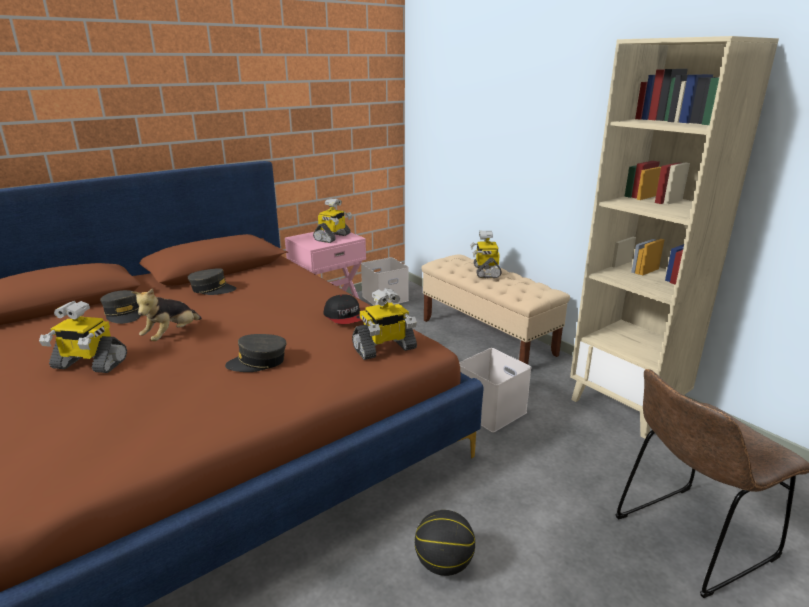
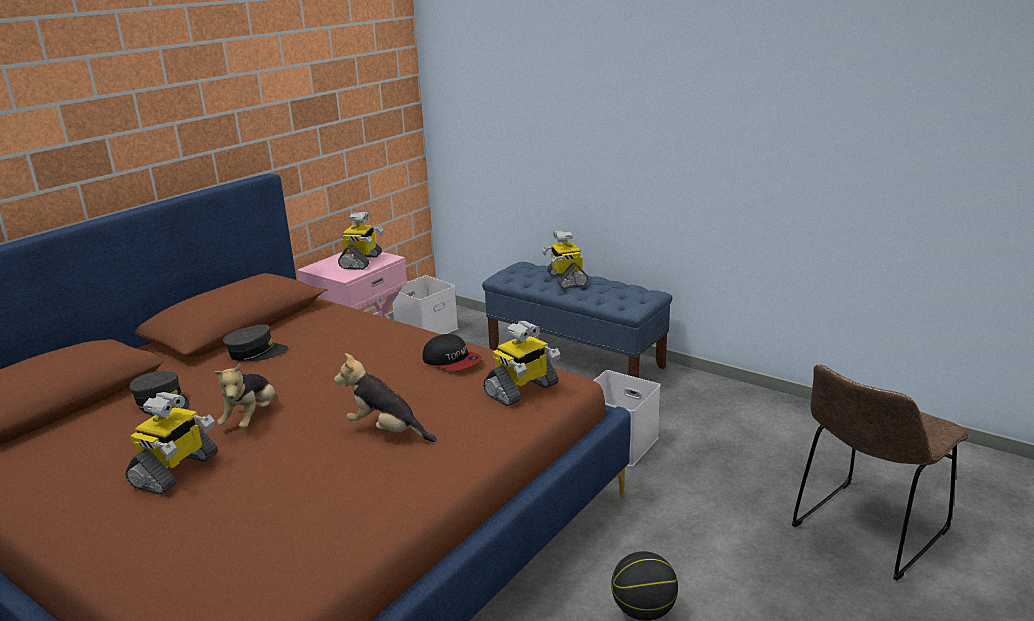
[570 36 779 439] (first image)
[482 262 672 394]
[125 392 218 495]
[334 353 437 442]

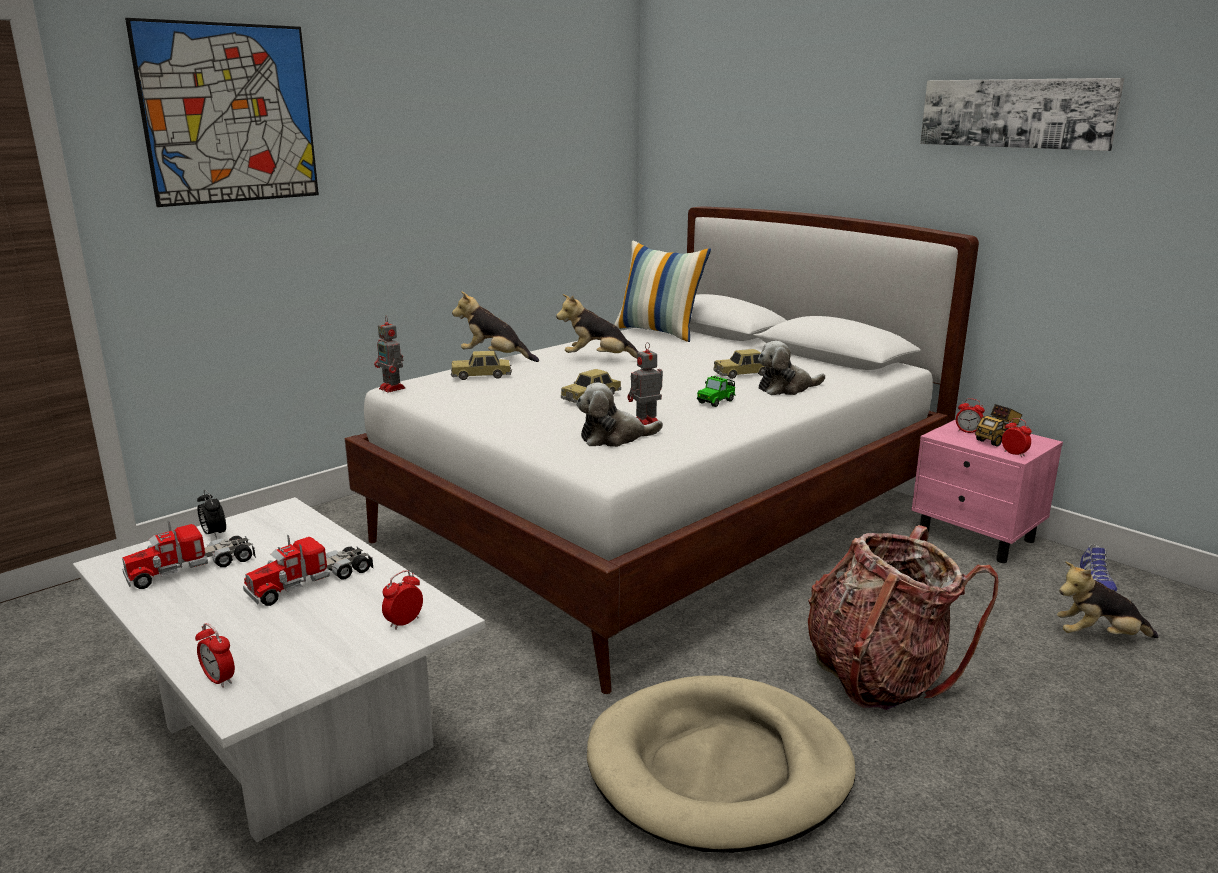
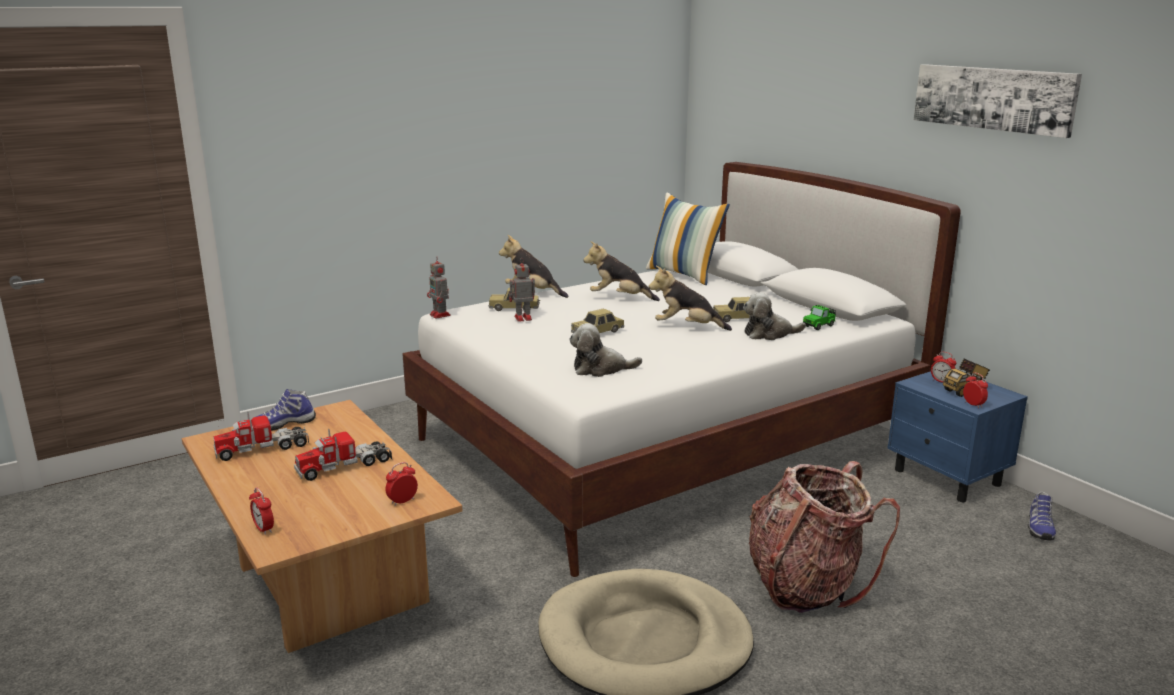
[125 18 319 207] (first image)
[509 258 535 322]
[803 305 836 330]
[887 371 1028 502]
[251 389 316 430]
[182 400 462 653]
[649 266 732 331]

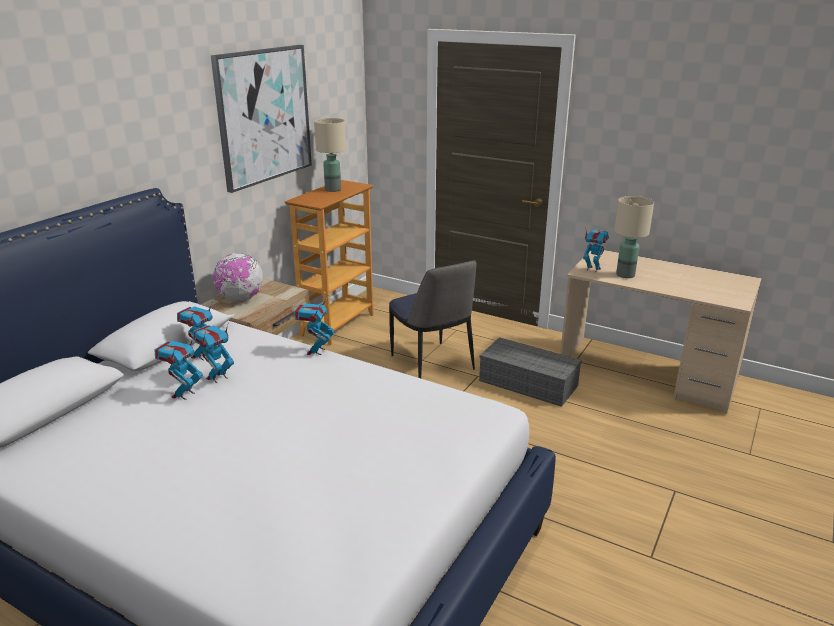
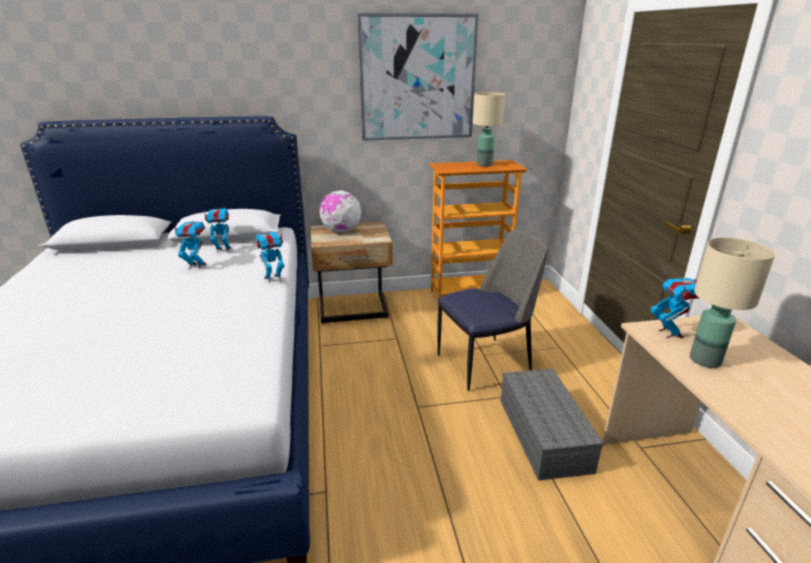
[437 229 548 391]
[154 336 203 400] (first image)

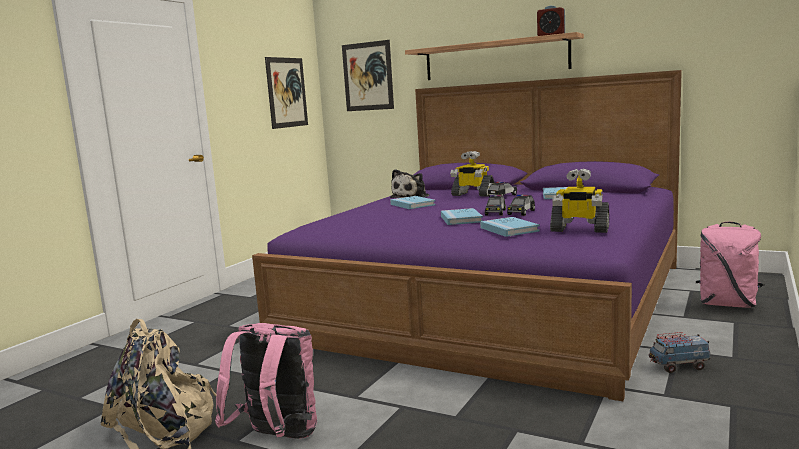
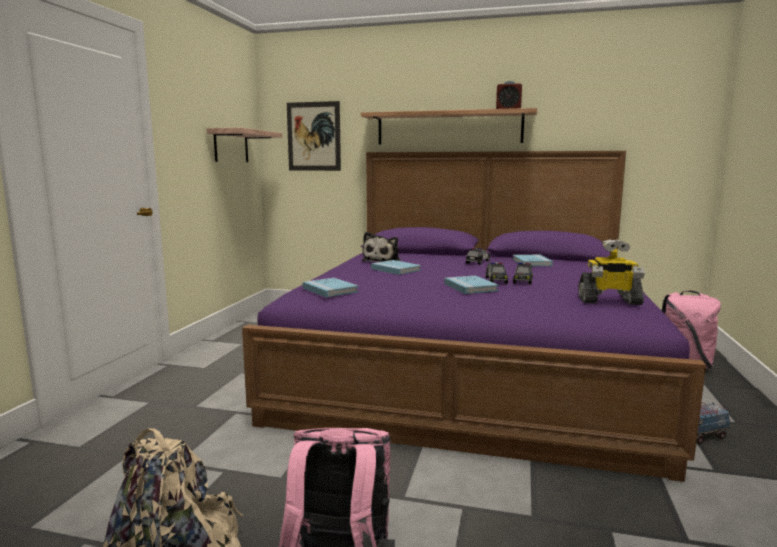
[207 128 282 162]
[450 151 495 197] (first image)
[303 278 359 298]

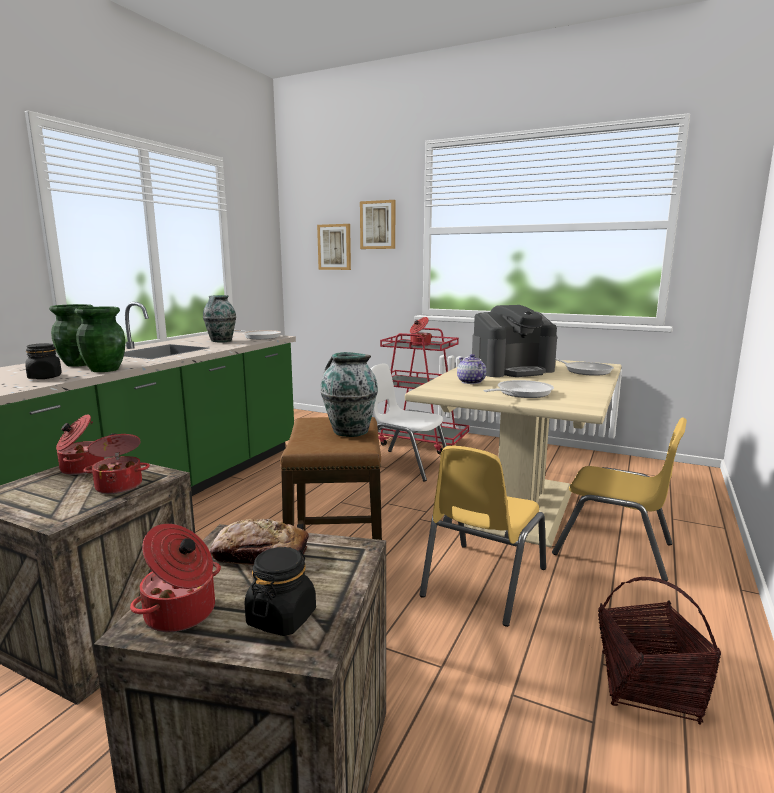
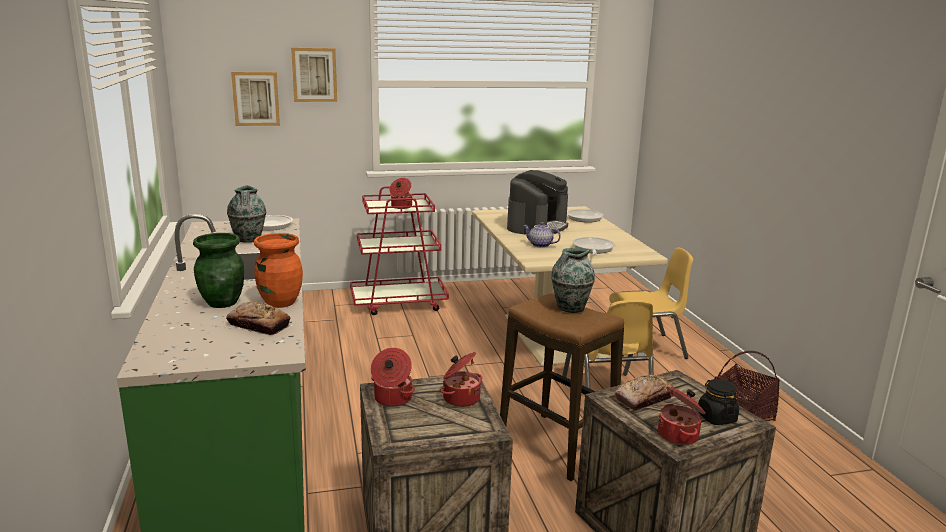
[254 233 303 308]
[226 302 290 335]
[371 363 447 482] (first image)

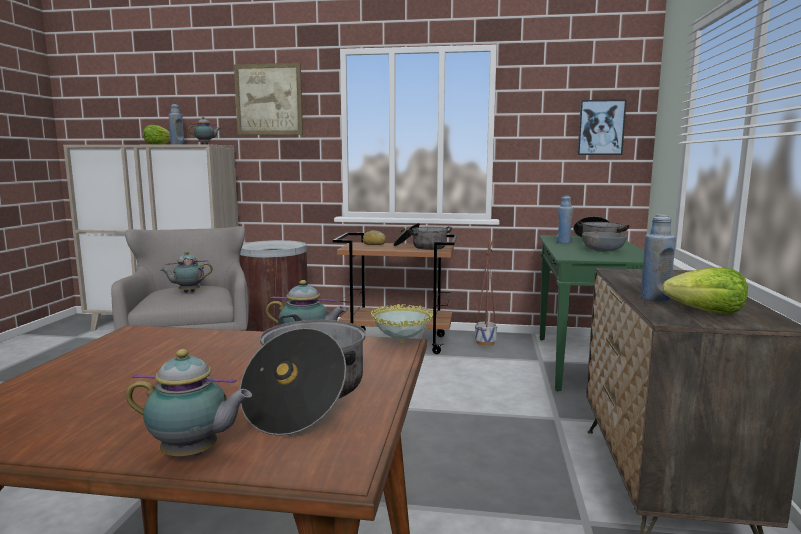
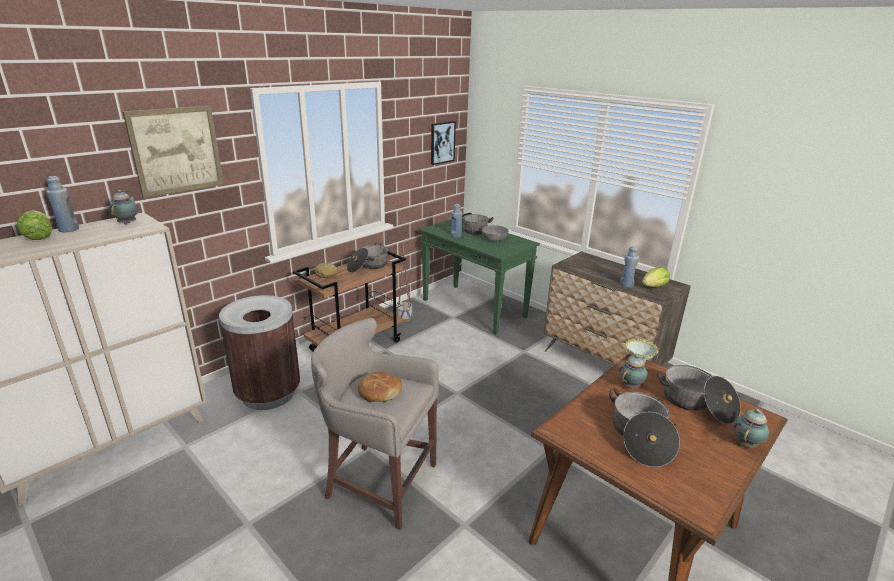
[358 372 402 402]
[609 388 680 467]

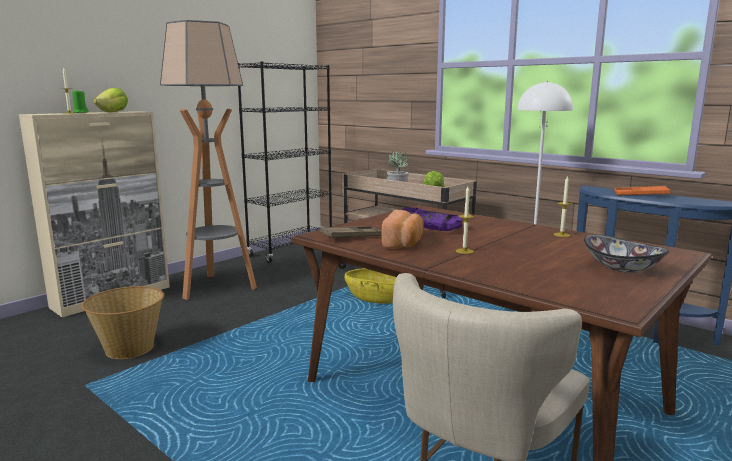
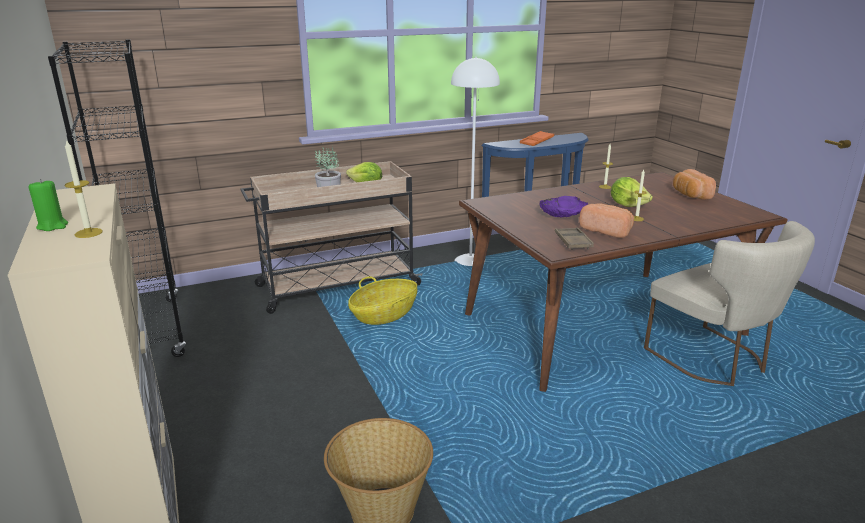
[160 20 257 300] (first image)
[611 177 653 207]
[673 169 716 200]

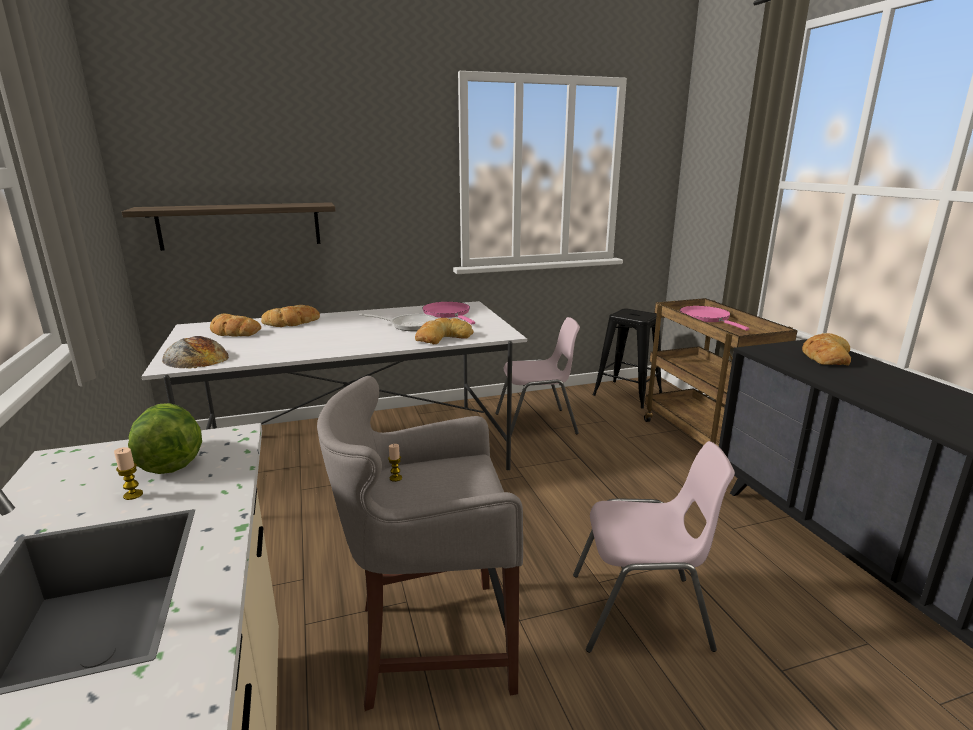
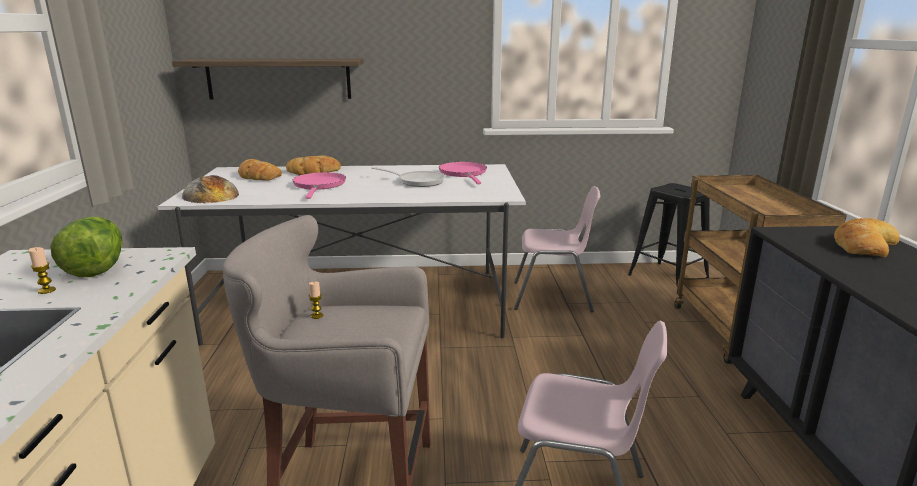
[293 172 346 199]
[415 318 474 344] (first image)

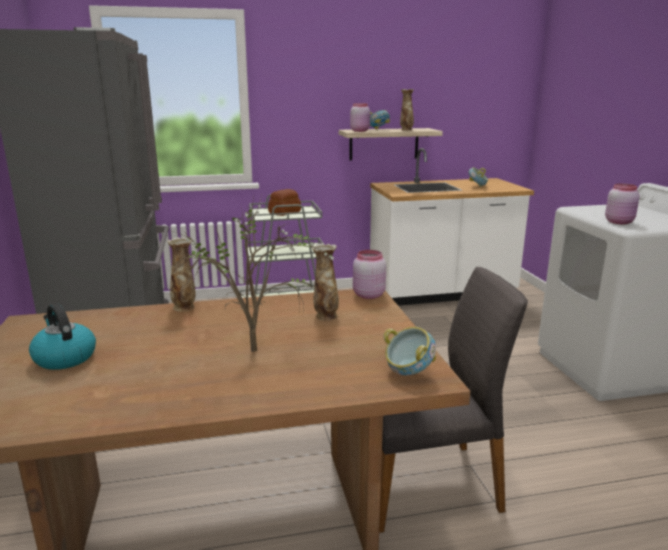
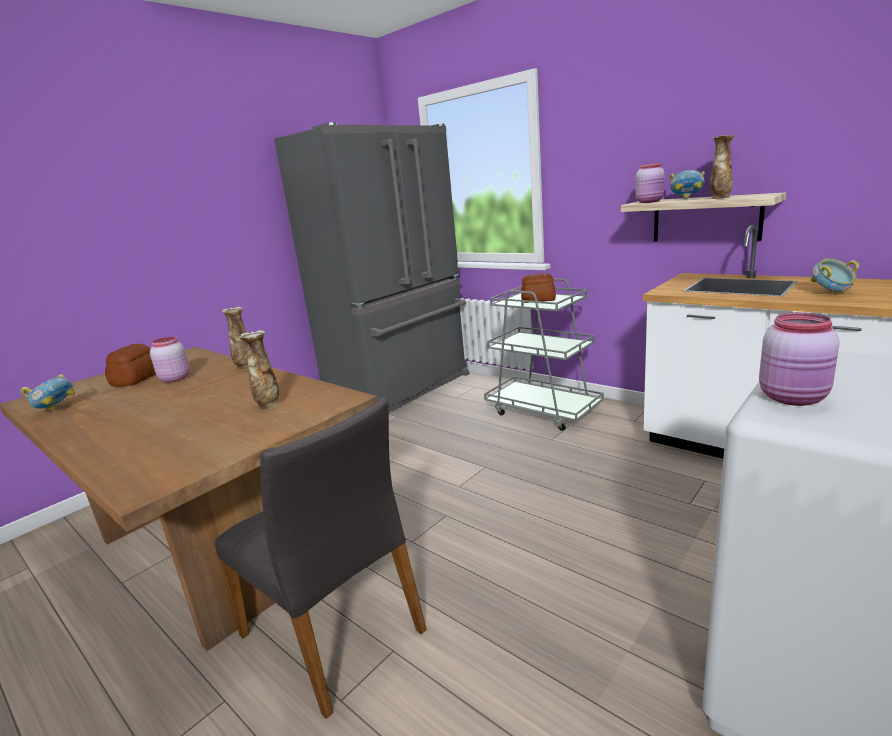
[173 195 336 352] (first image)
[150 337 190 382]
[105 344 156 387]
[20 374 75 410]

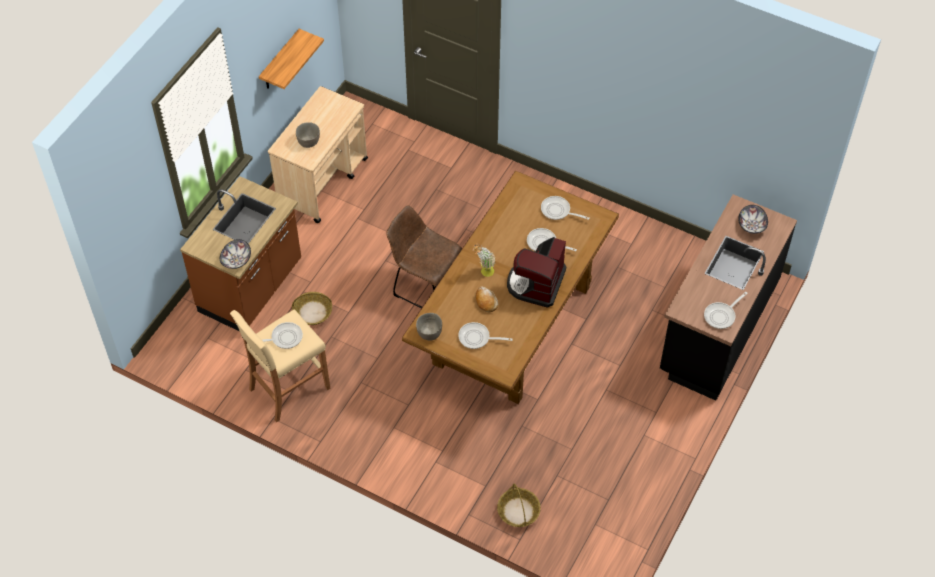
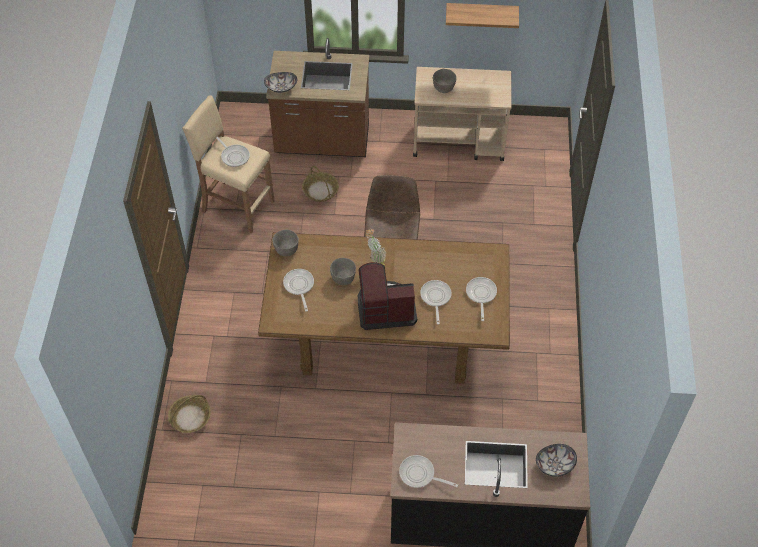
[330 258 356 285]

